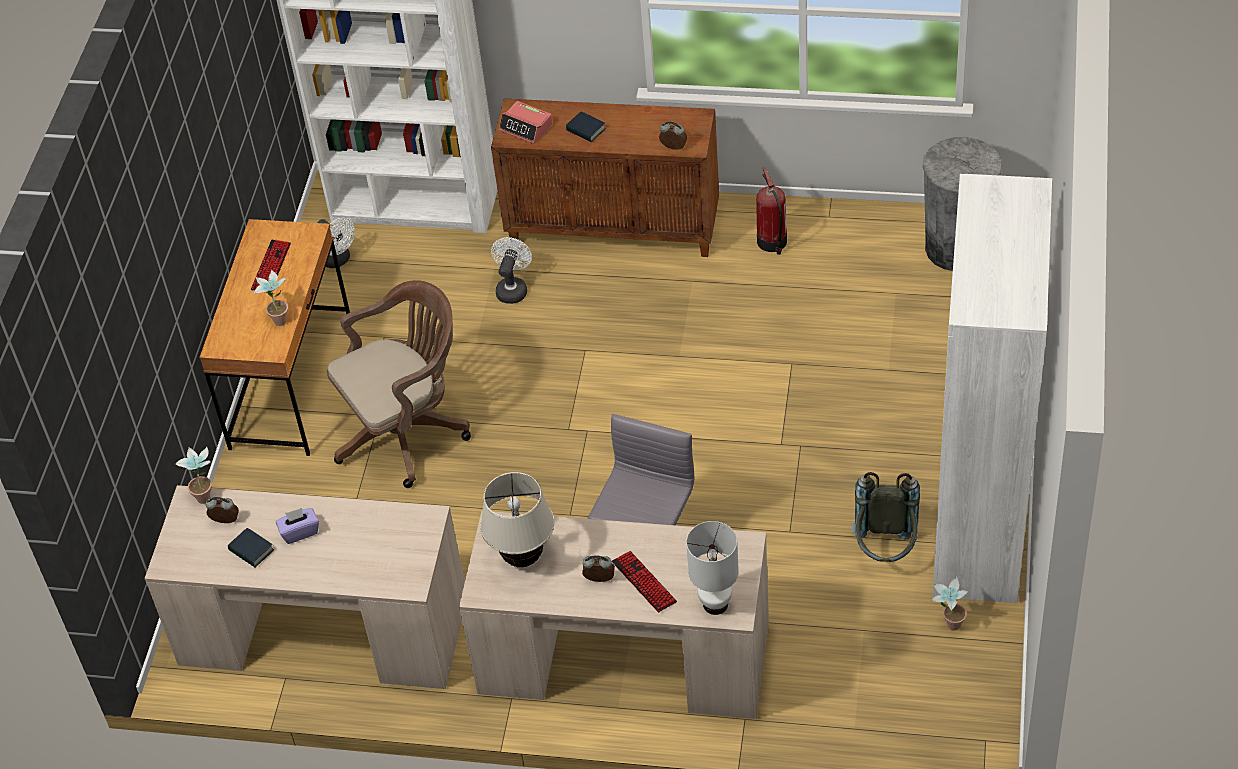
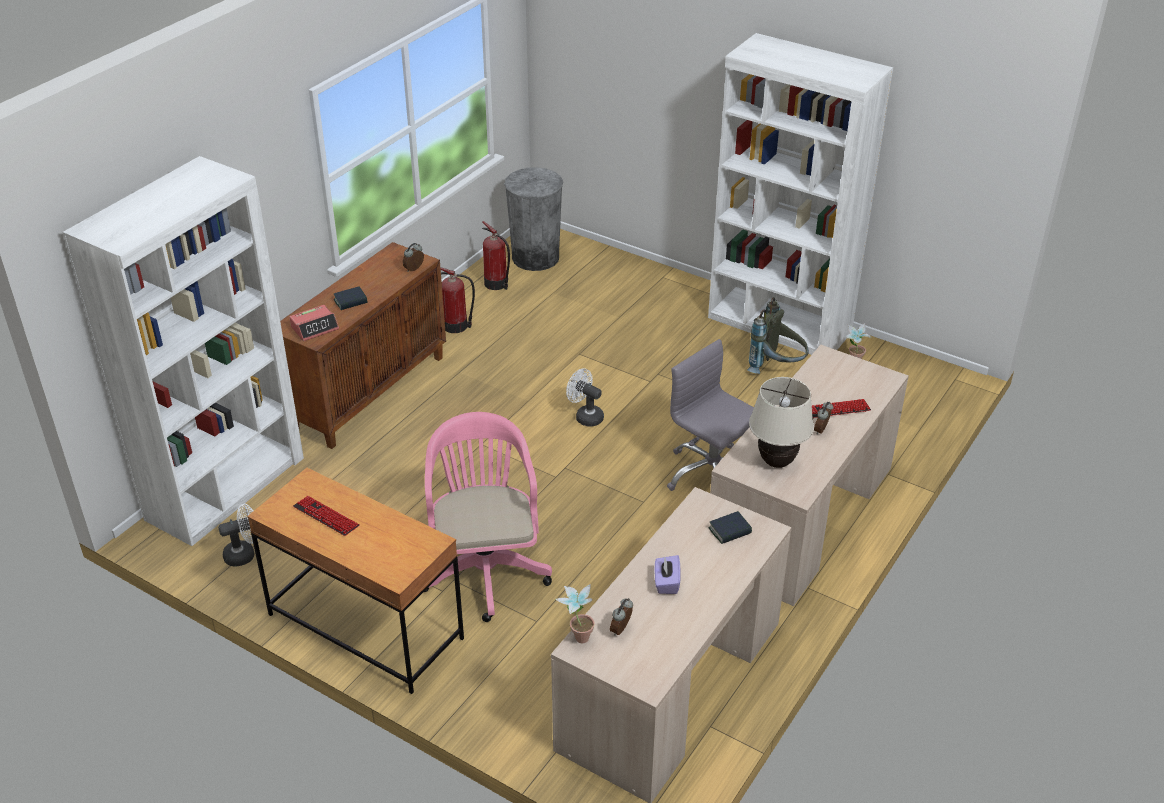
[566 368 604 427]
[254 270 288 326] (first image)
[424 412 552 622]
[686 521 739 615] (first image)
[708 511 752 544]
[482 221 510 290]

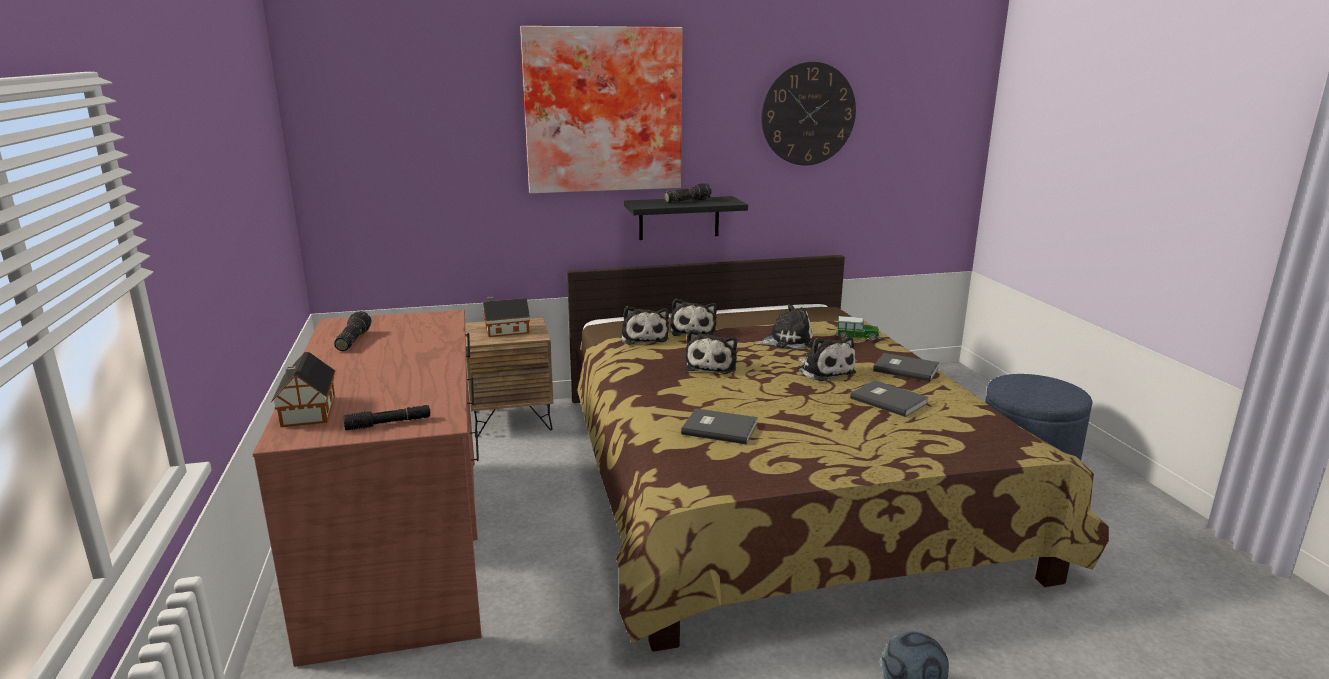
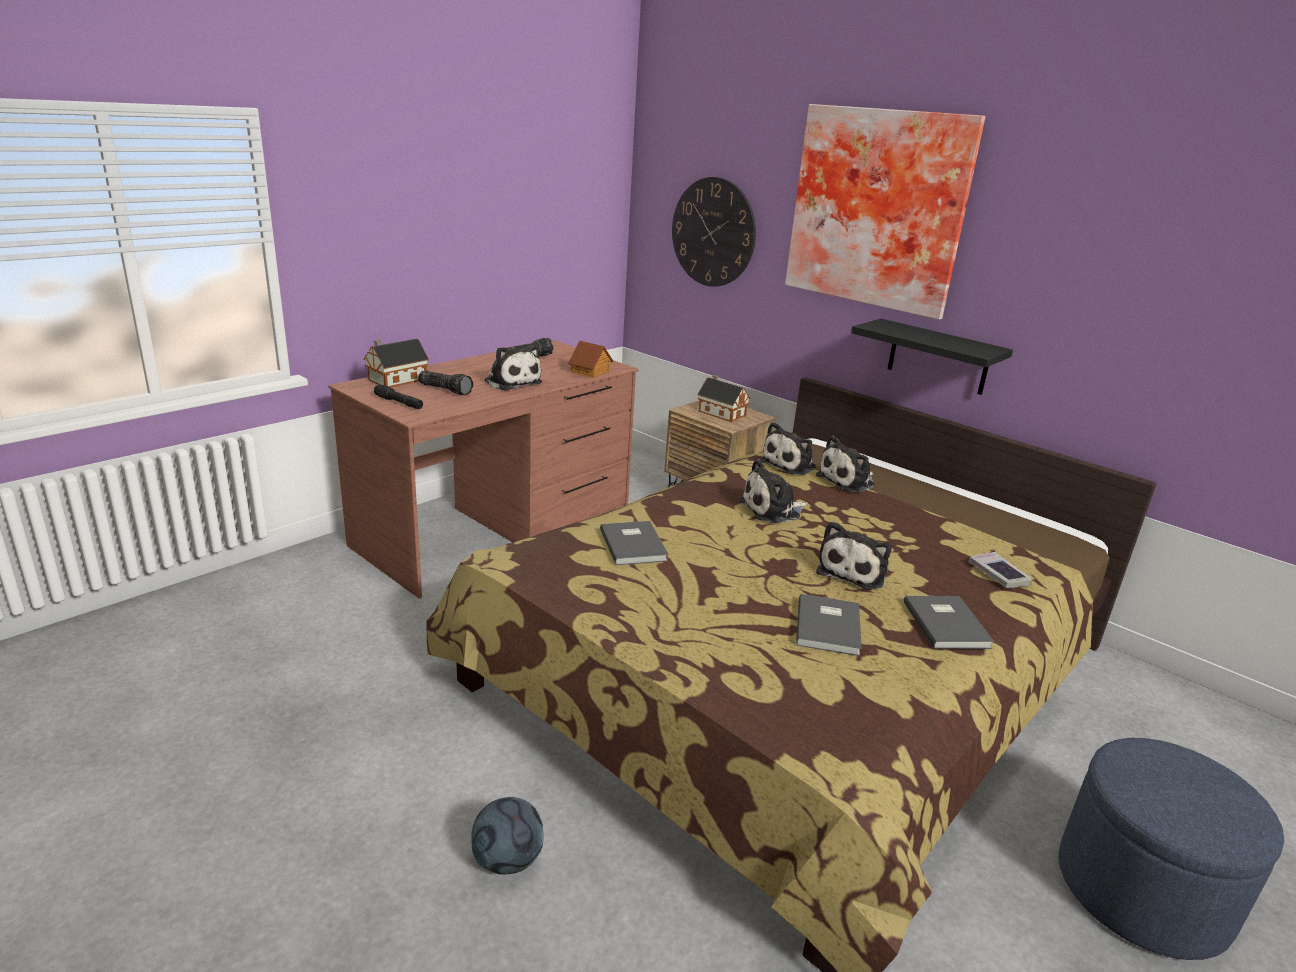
[672 177 756 287]
[418 371 473 395]
[485 346 542 391]
[969 552 1033 588]
[568 341 613 378]

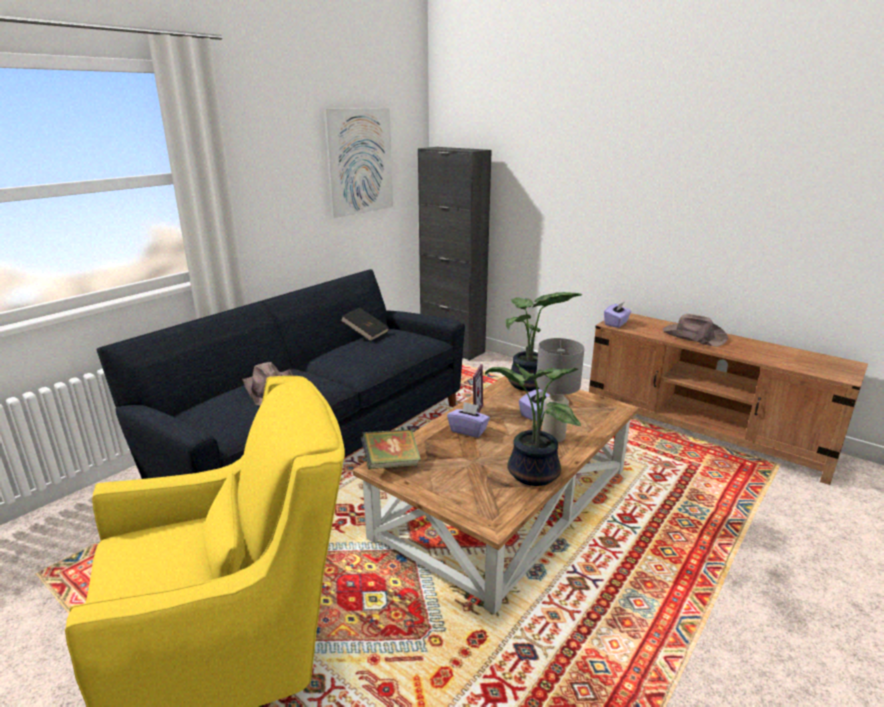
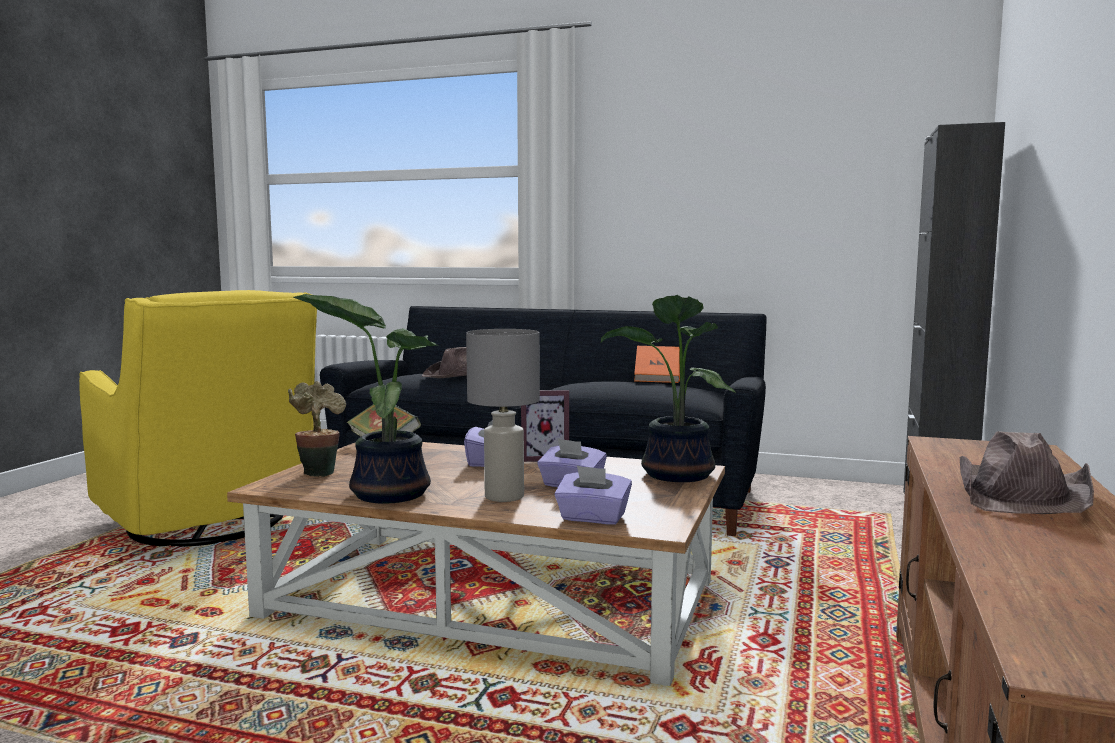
[324 108 393 218] (first image)
[554 465 632 525]
[634 346 680 383]
[288 381 346 477]

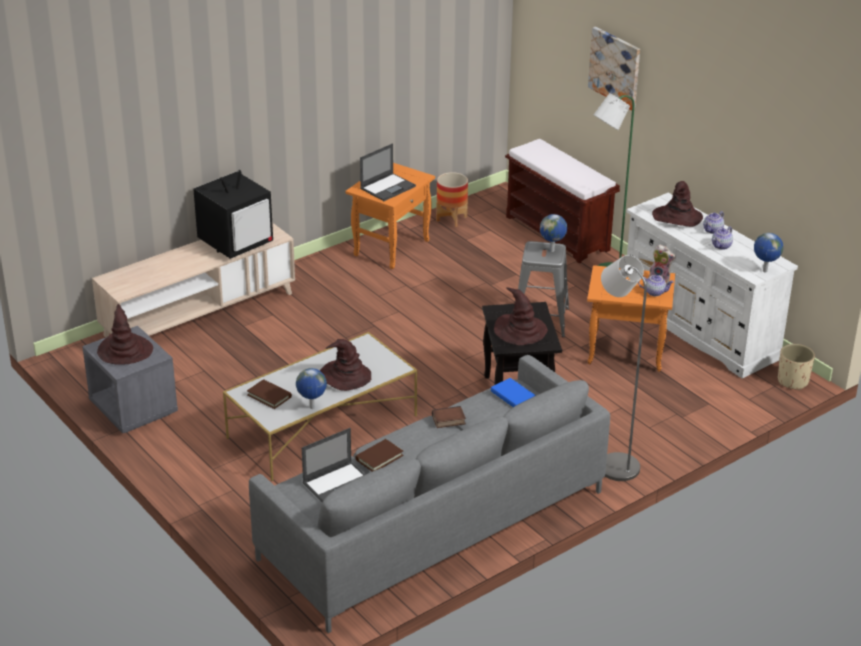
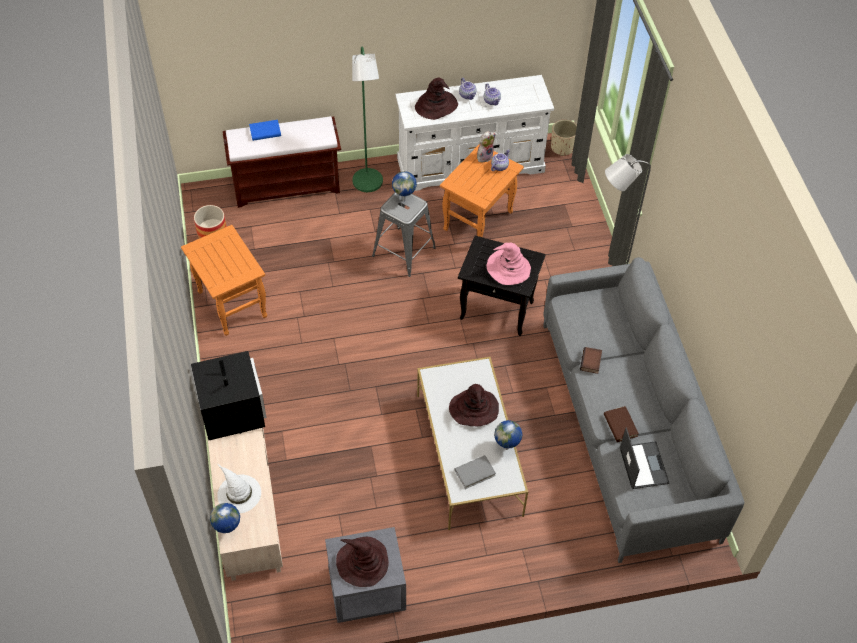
[588 27 640 110] (first image)
[360 143 416 201] (first image)
[210 503 240 533]
[486 243 531 285]
[249 120 281 141]
[455 455 496 489]
[217 463 261 513]

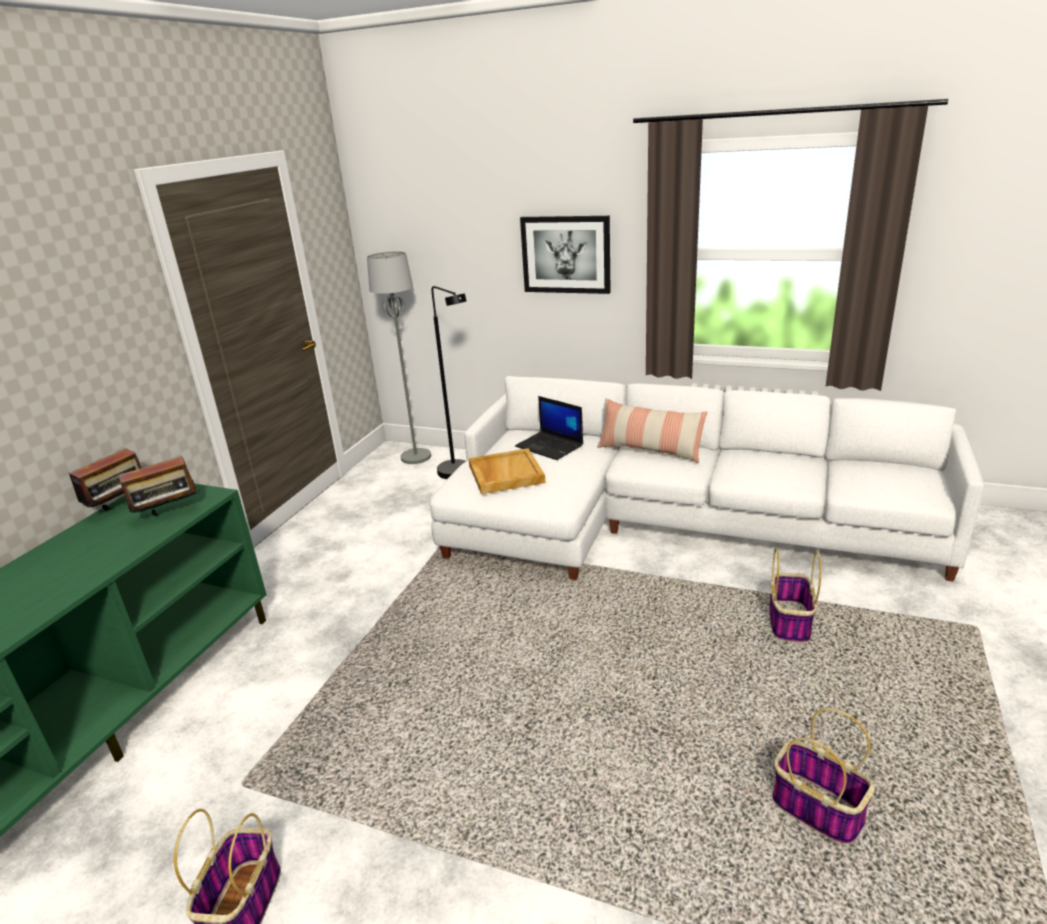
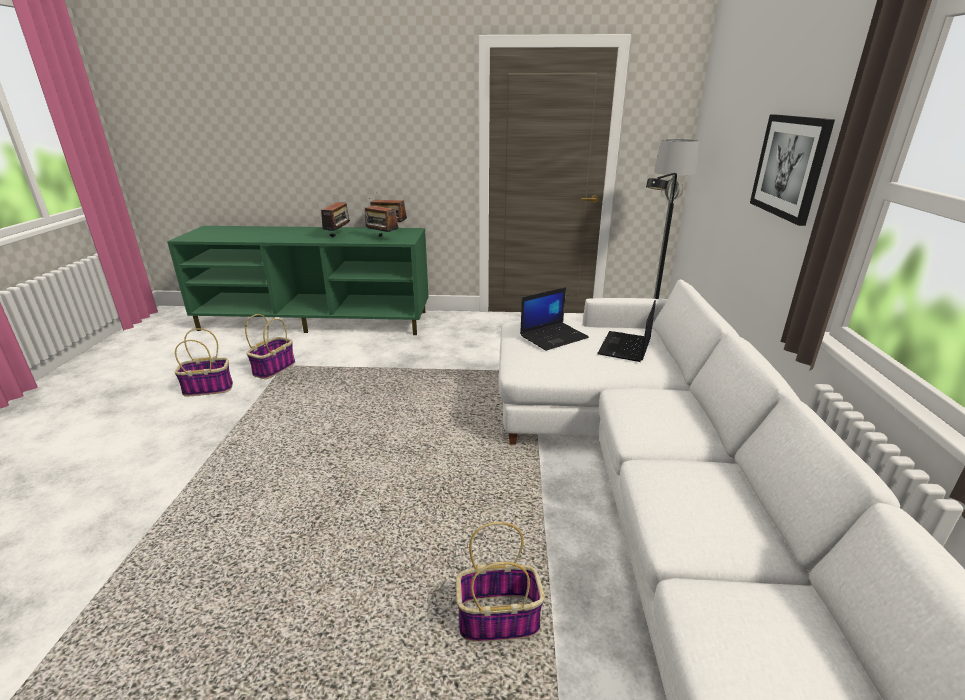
[597 398 707 463] (first image)
[520 287 589 351]
[245 314 295 379]
[321 202 352 237]

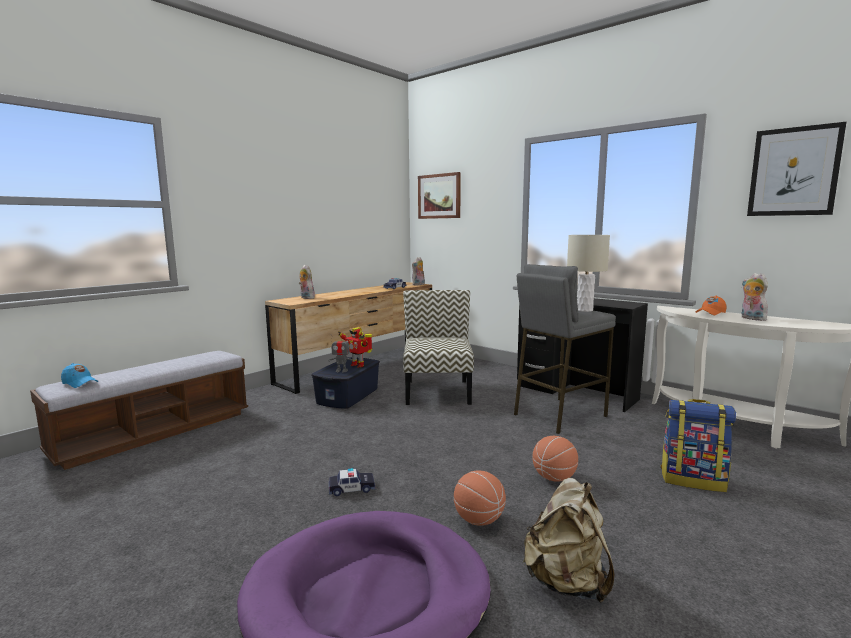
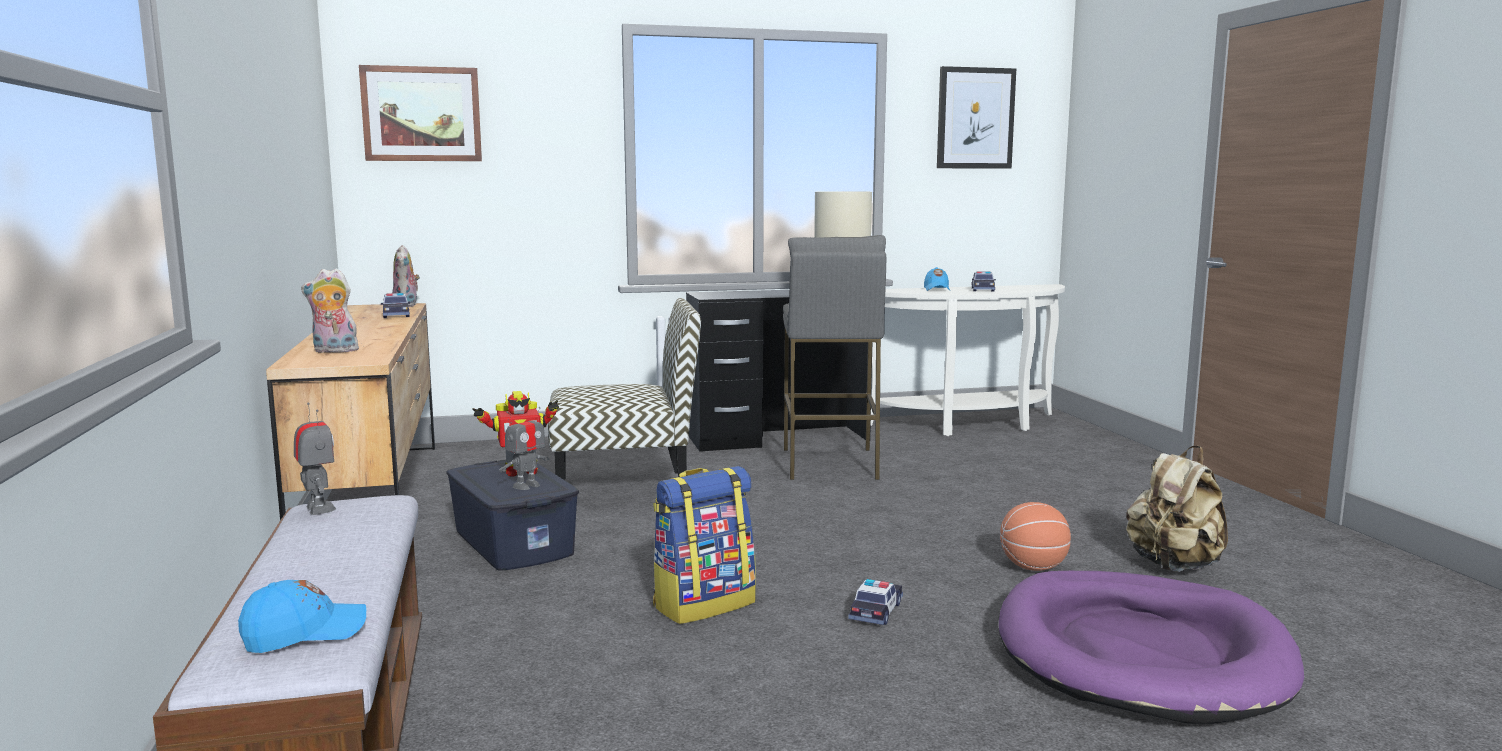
[971 271 996 292]
[548 298 701 480]
[924 267 950 291]
[653 466 756 624]
[532 436 578 481] (first image)
[294 402 336 515]

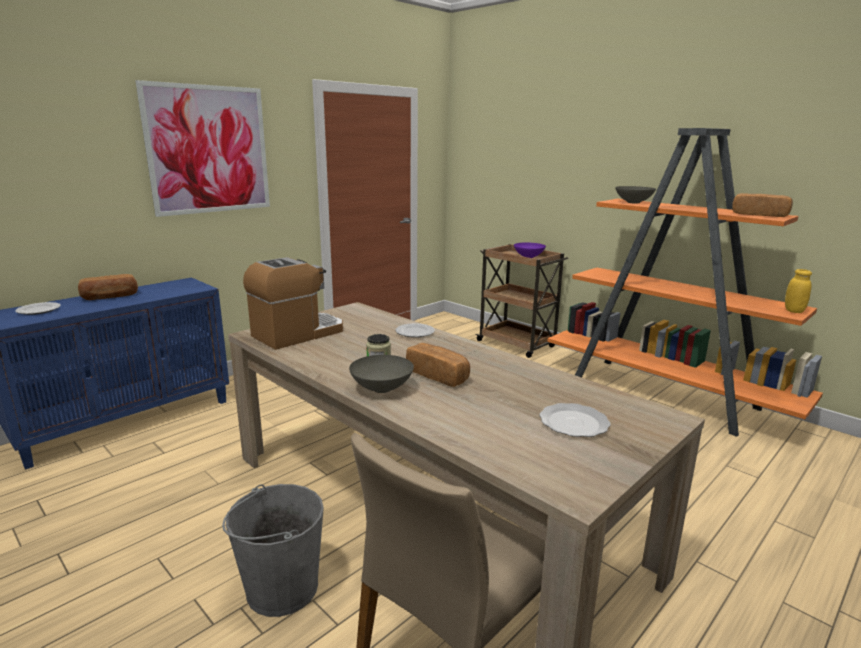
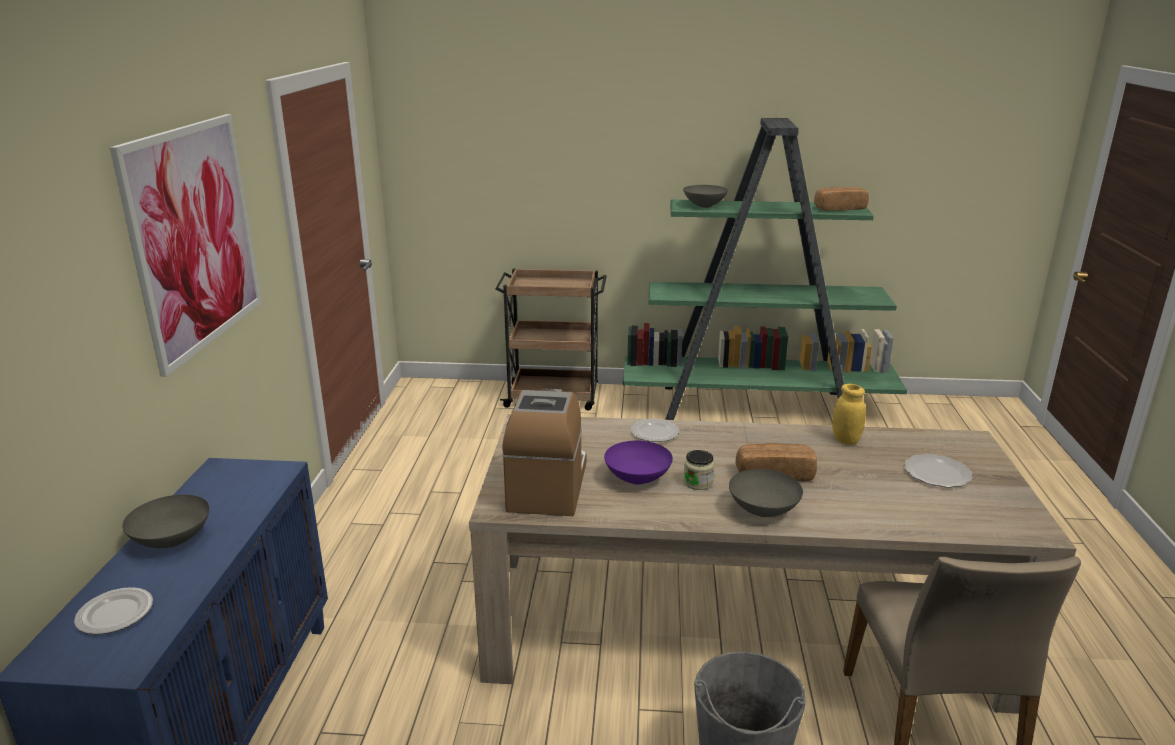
[623 118 907 420]
[604 440 673 485]
[832 384 866 445]
[122 495 209 548]

